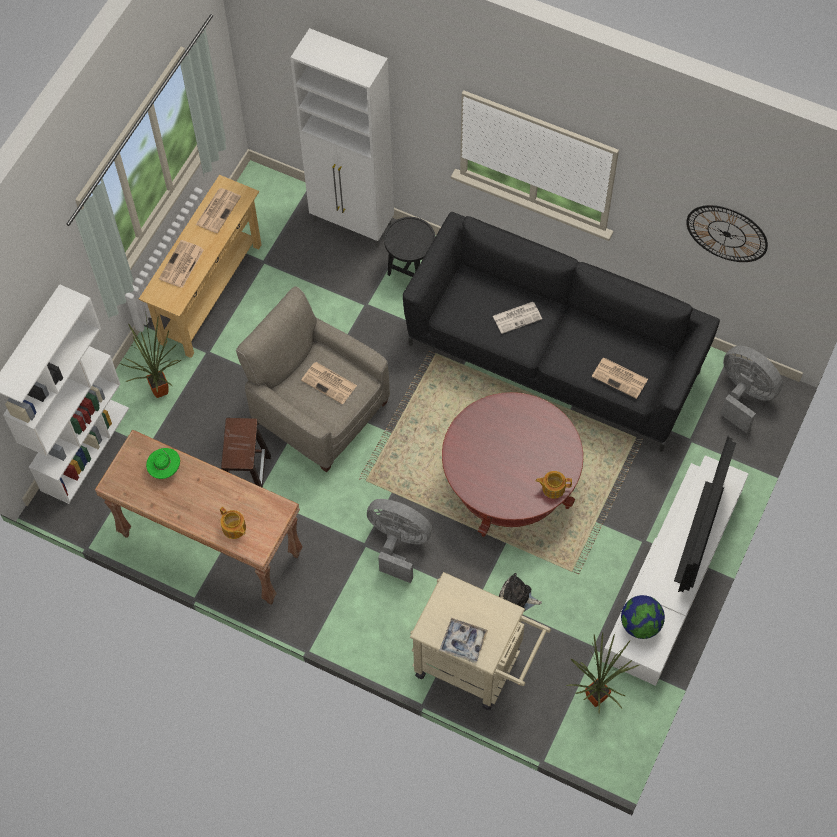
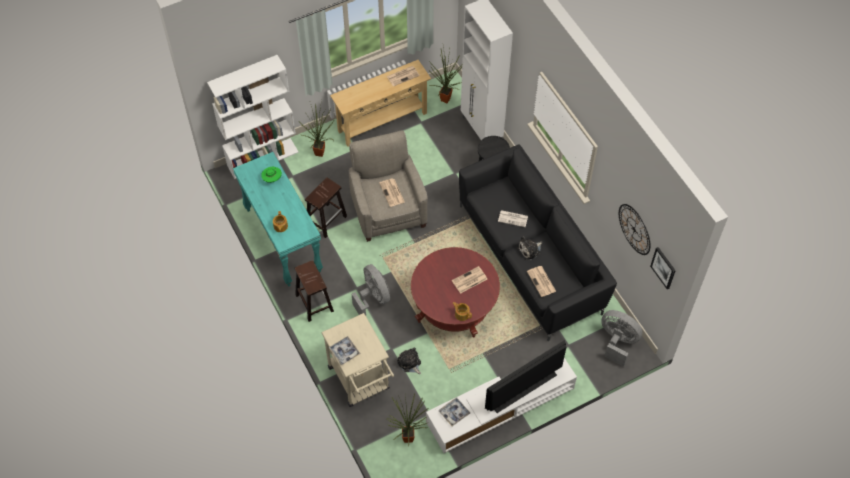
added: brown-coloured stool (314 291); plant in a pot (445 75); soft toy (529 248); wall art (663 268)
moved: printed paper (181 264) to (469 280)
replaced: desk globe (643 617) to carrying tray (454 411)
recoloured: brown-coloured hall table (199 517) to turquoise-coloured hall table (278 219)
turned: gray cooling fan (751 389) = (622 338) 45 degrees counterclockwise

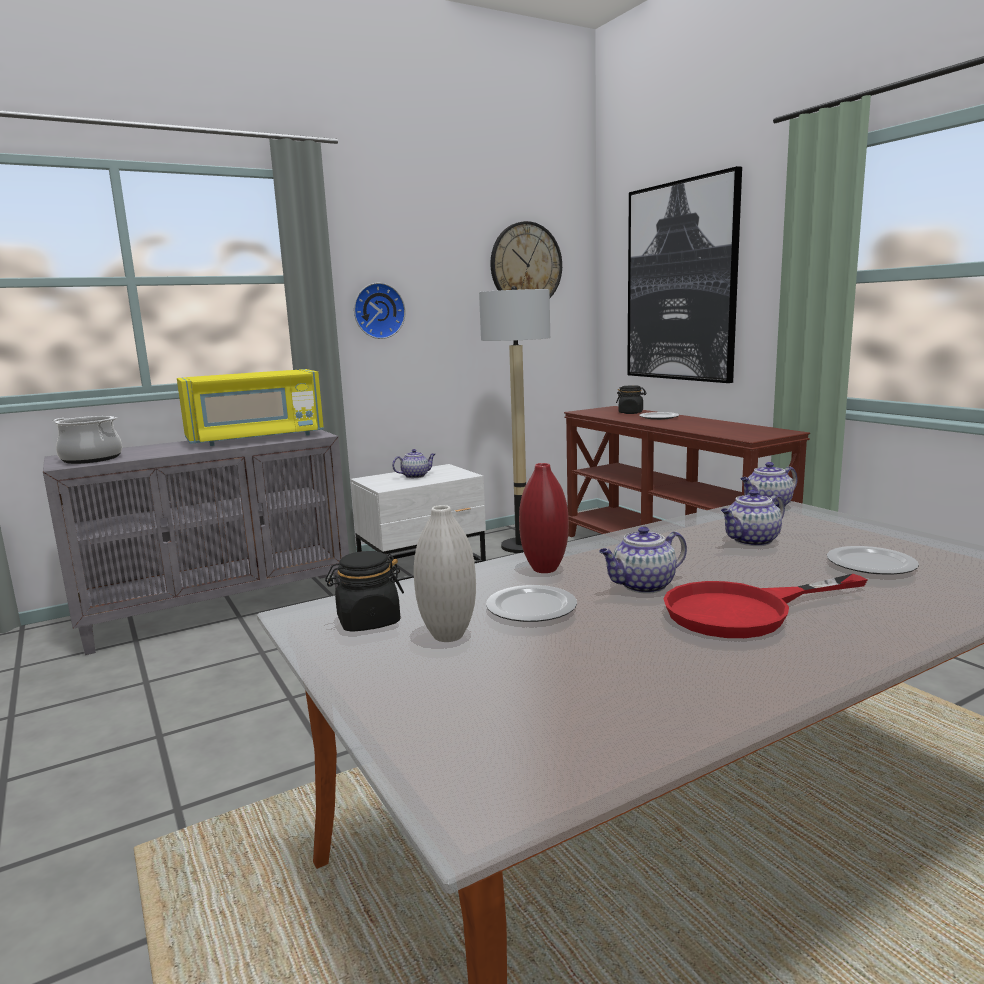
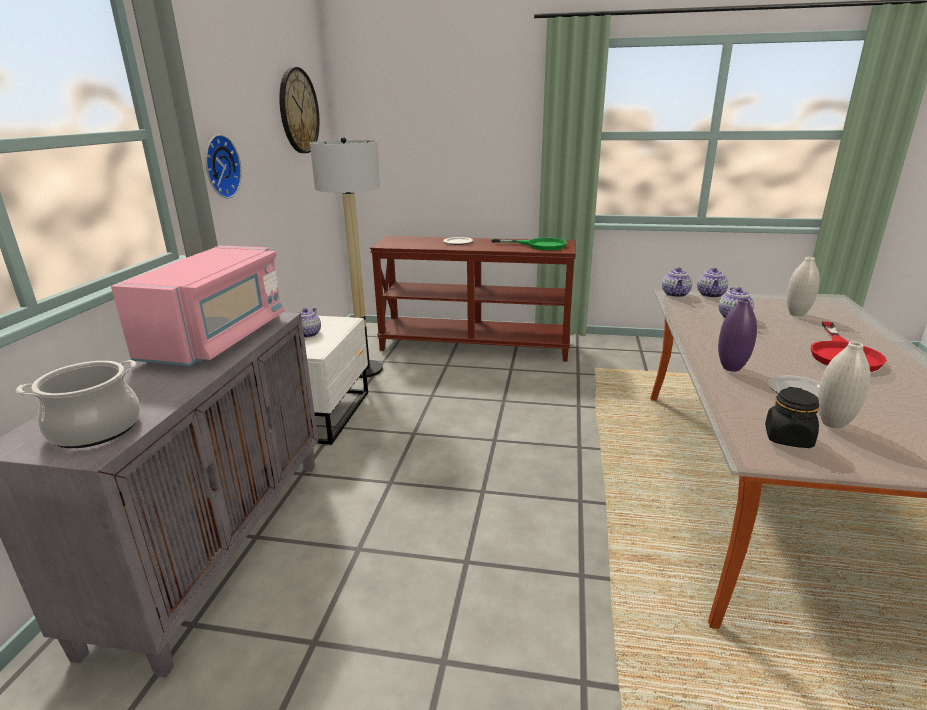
removed: black-coloured storage jar (631 399); wall art (684 274)
added: greenish pan (529 244)
moved: teapot (643 560) to (712 283)
replaced: plate (873 560) to white-coloured decorative vase (803 287)
recoloured: yellow kitchen microwave (250 407) to pink-coloured kitchen microwave (198 305); reddish decorative vase (544 518) to purplish decorative vase (737 335)

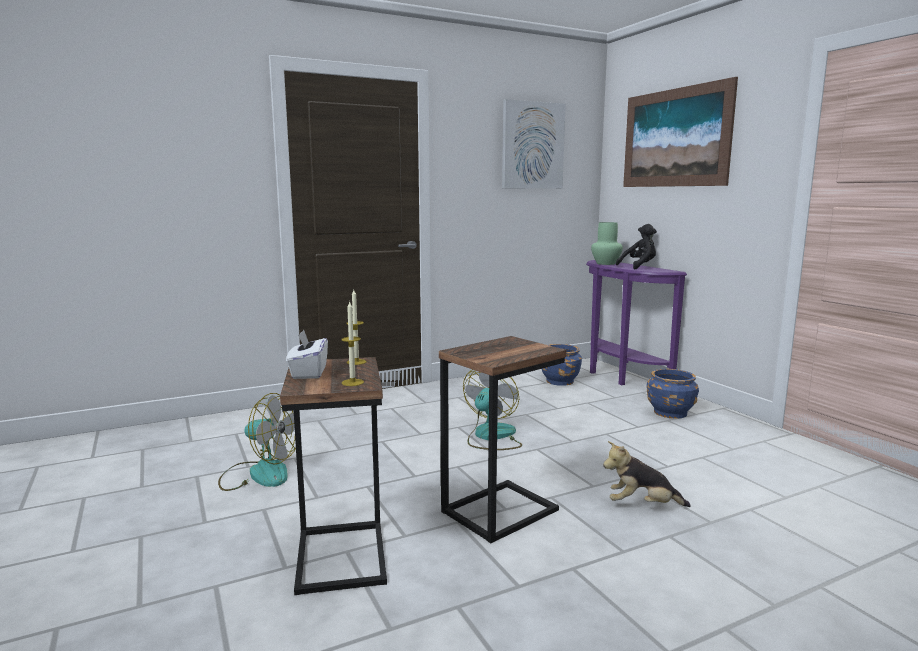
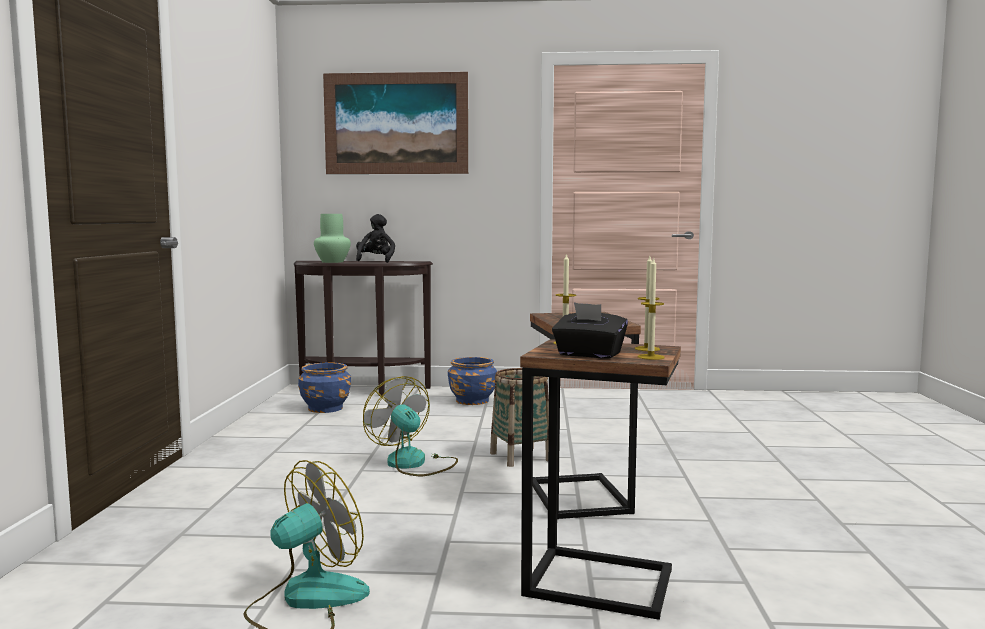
removed: wall art (534 144); soft toy (647 474)
added: household basket (519 417); wax light (651 308)
recoloured: white-coloured tissue holder (307 354) to black-coloured tissue holder (590 330); purplish hall table (636 322) to brown-coloured hall table (363 328)

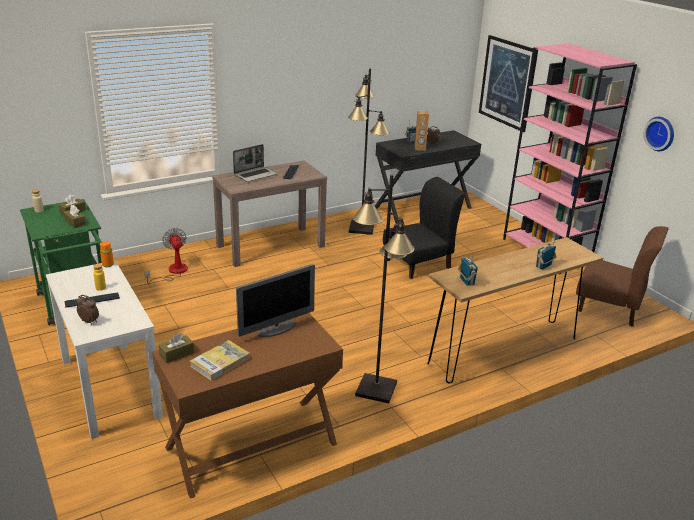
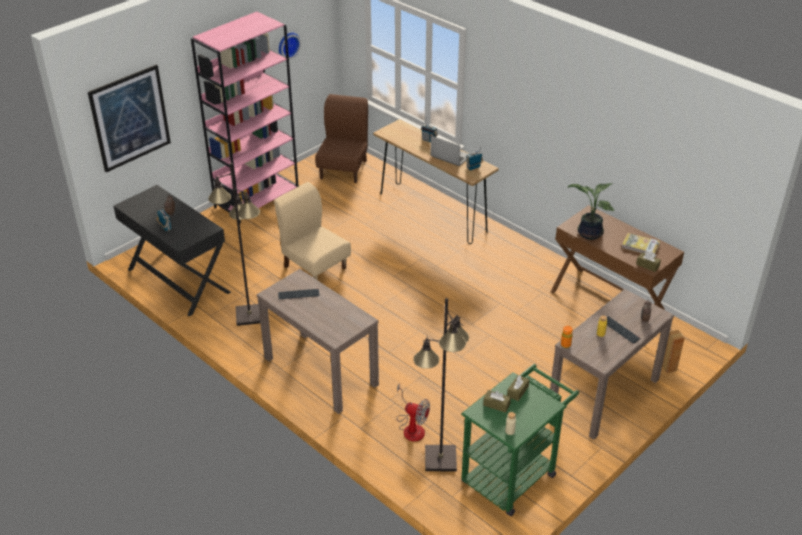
moved: notebook computer (255 163) to (449 151); black-coloured floor lamp (383 289) to (441 385); brown-coloured loudspeaker (421 130) to (673 351)
replaced: computer display (275 300) to plant in a pot (591 211)
recoloured: white-coloured hall table (104 349) to brown-coloured hall table (612 364); black-coloured plain chair (424 228) to sand-coloured plain chair (312 231)
turned: cooling fan (166 256) = (413 412) 120 degrees counterclockwise

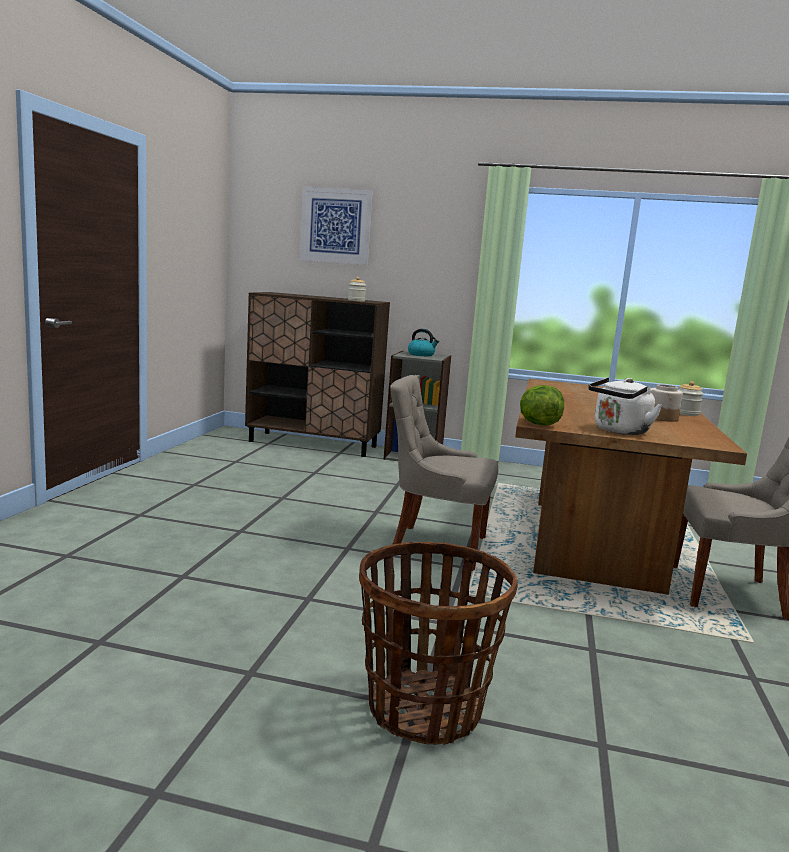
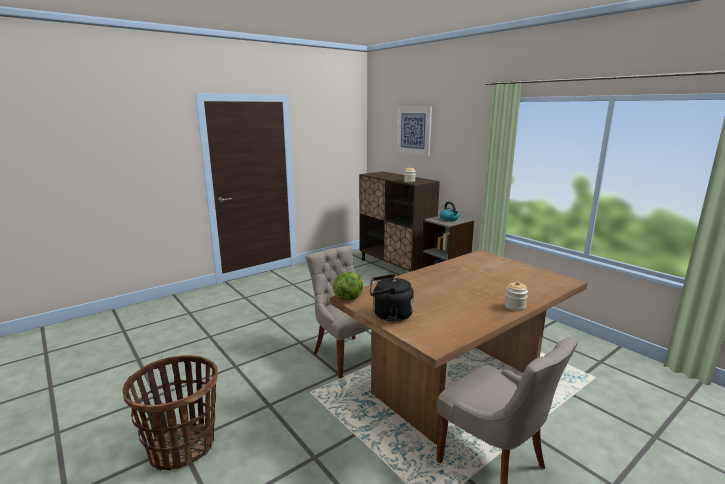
removed: storage jar (667 403)
recoloured: white-coloured tea kettle (625 406) to black-coloured tea kettle (392 298)

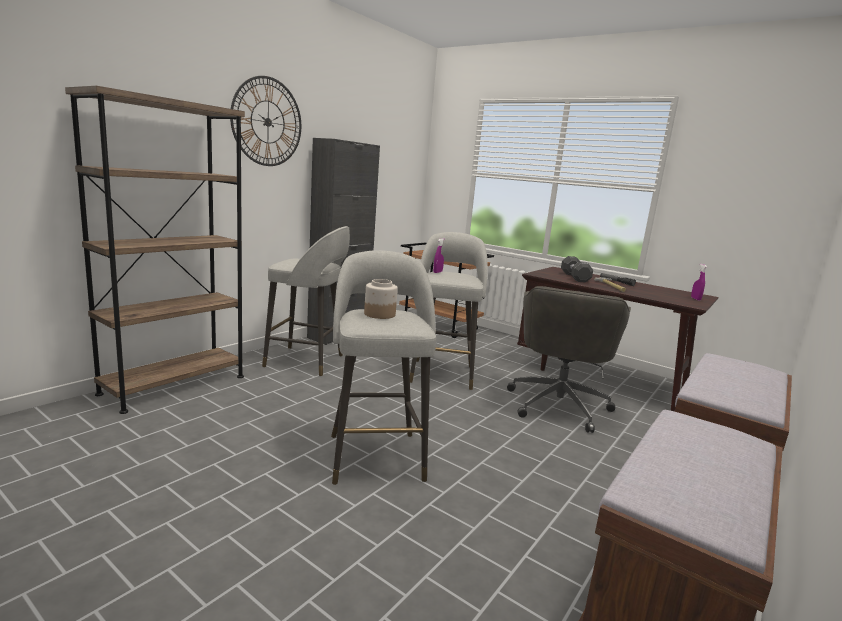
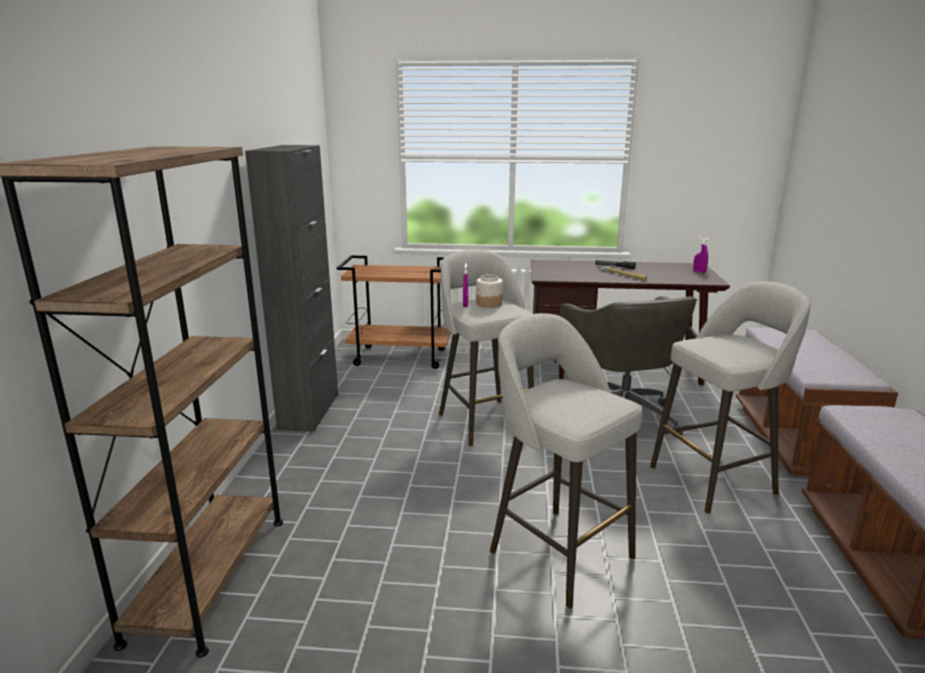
removed: wall clock (265 121); black-coloured dumbbell (577 269)
moved: gray stool (306 301) to (730 397); storage jar (381 299) to (489 291)

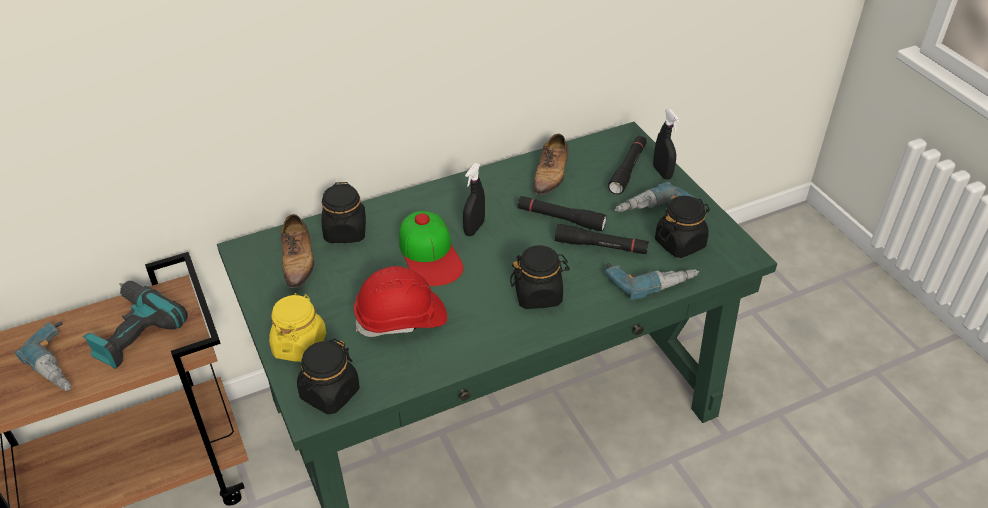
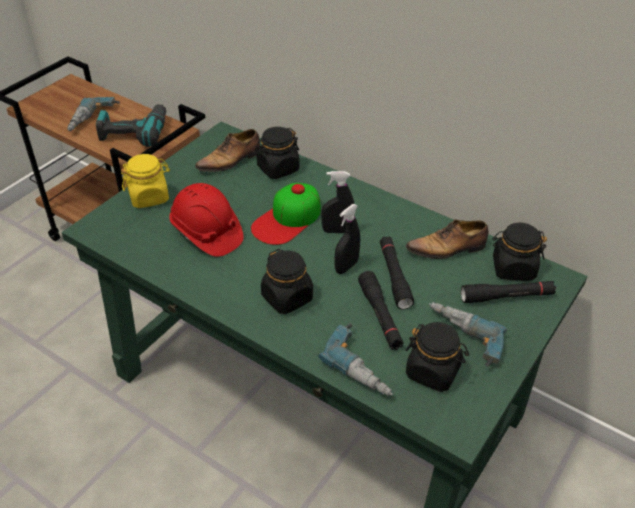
moved: black-coloured storage jar (328 376) to (519 252); black-coloured sprayer (666 144) to (347 239)

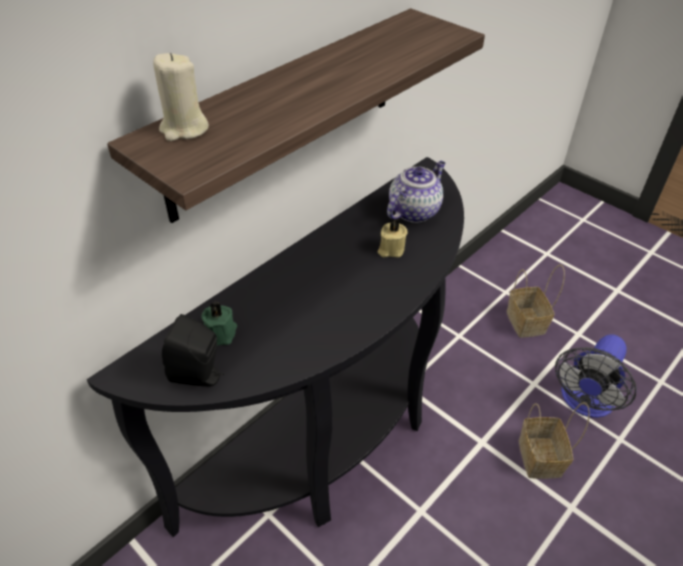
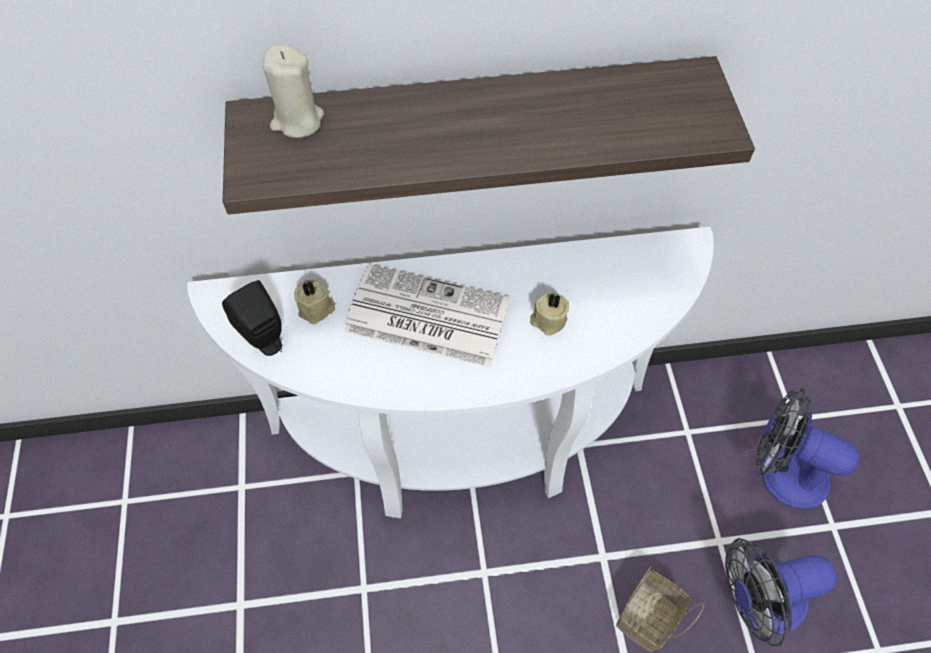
removed: teapot (416 192)
added: printed paper (427 316)
replaced: household basket (536 301) to cooling fan (808 448)
recoloured: black-coloured hall table (275 347) to white-coloured hall table (450 372); greenish wax light (219 324) to sand-coloured wax light (314 302)

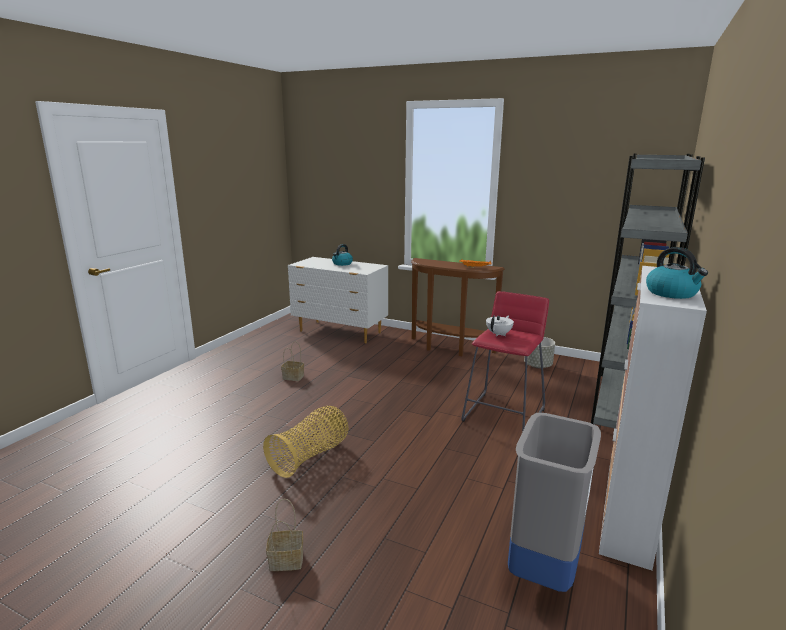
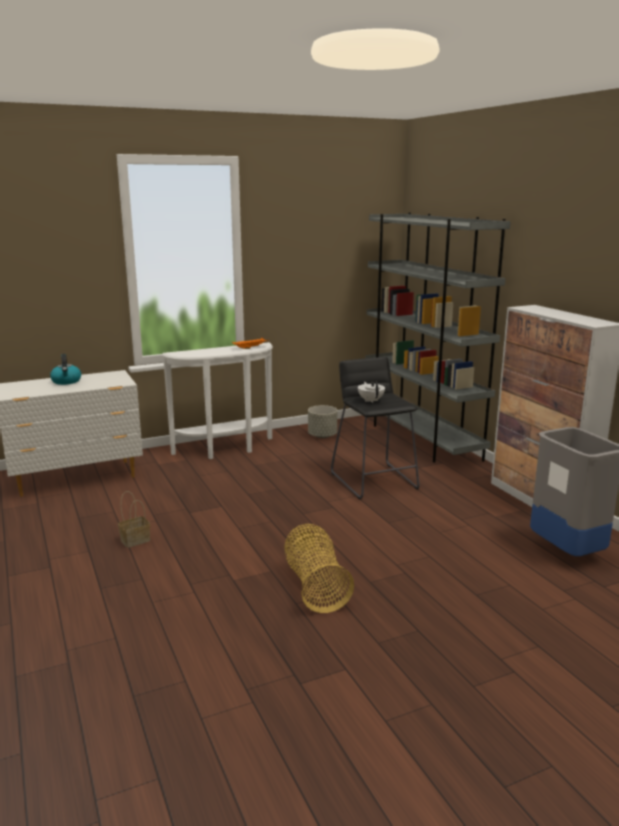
removed: household basket (284 535); tea kettle (677 273)
recoloured: brown-coloured hall table (458 307) to white-coloured hall table (217 400); reddish stool (505 361) to black-coloured stool (375 428)

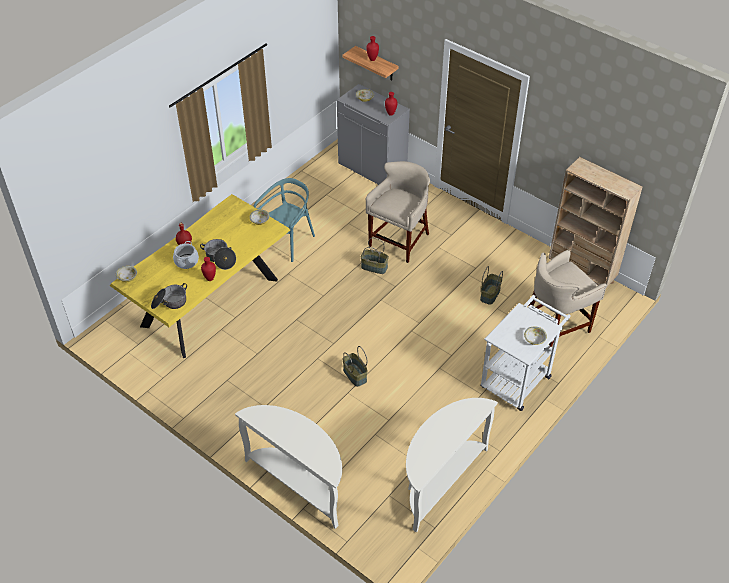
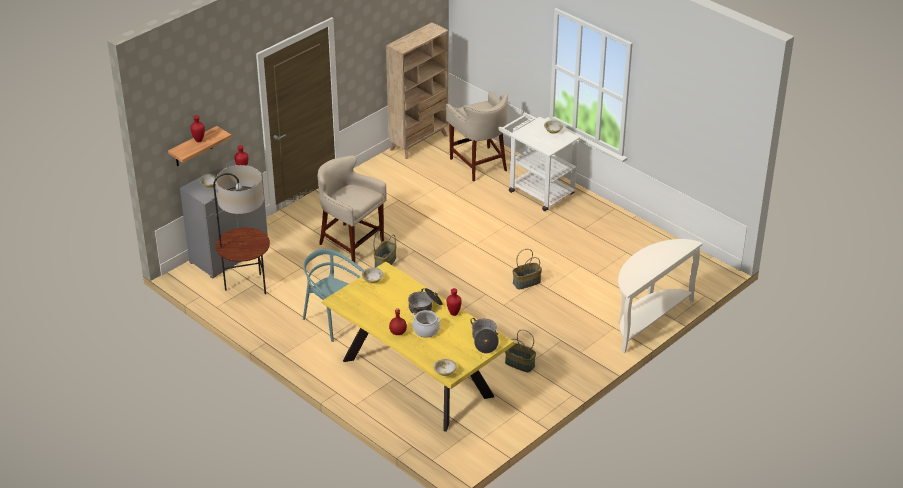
removed: white-coloured hall table (452 465)
added: floor lamp (241 229)
moved: household basket (491 285) to (520 350)

